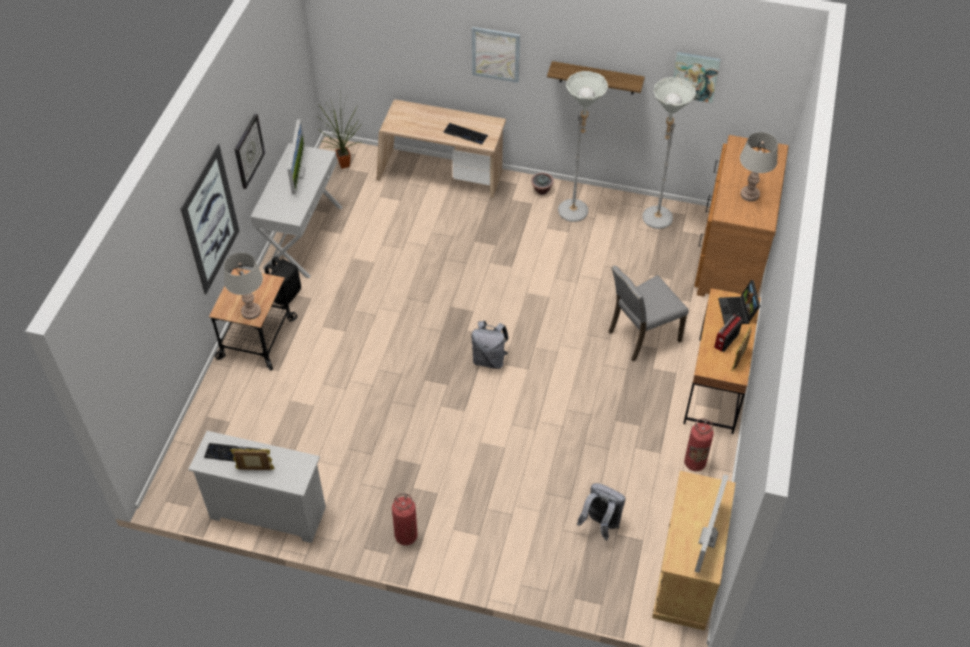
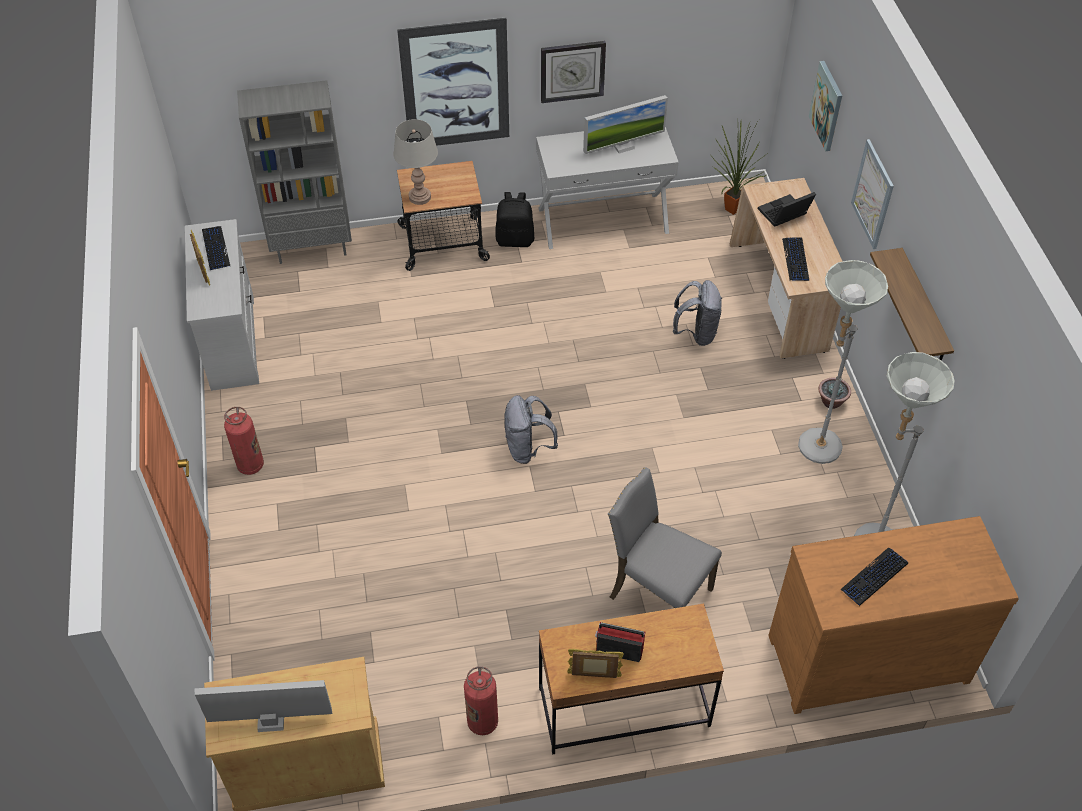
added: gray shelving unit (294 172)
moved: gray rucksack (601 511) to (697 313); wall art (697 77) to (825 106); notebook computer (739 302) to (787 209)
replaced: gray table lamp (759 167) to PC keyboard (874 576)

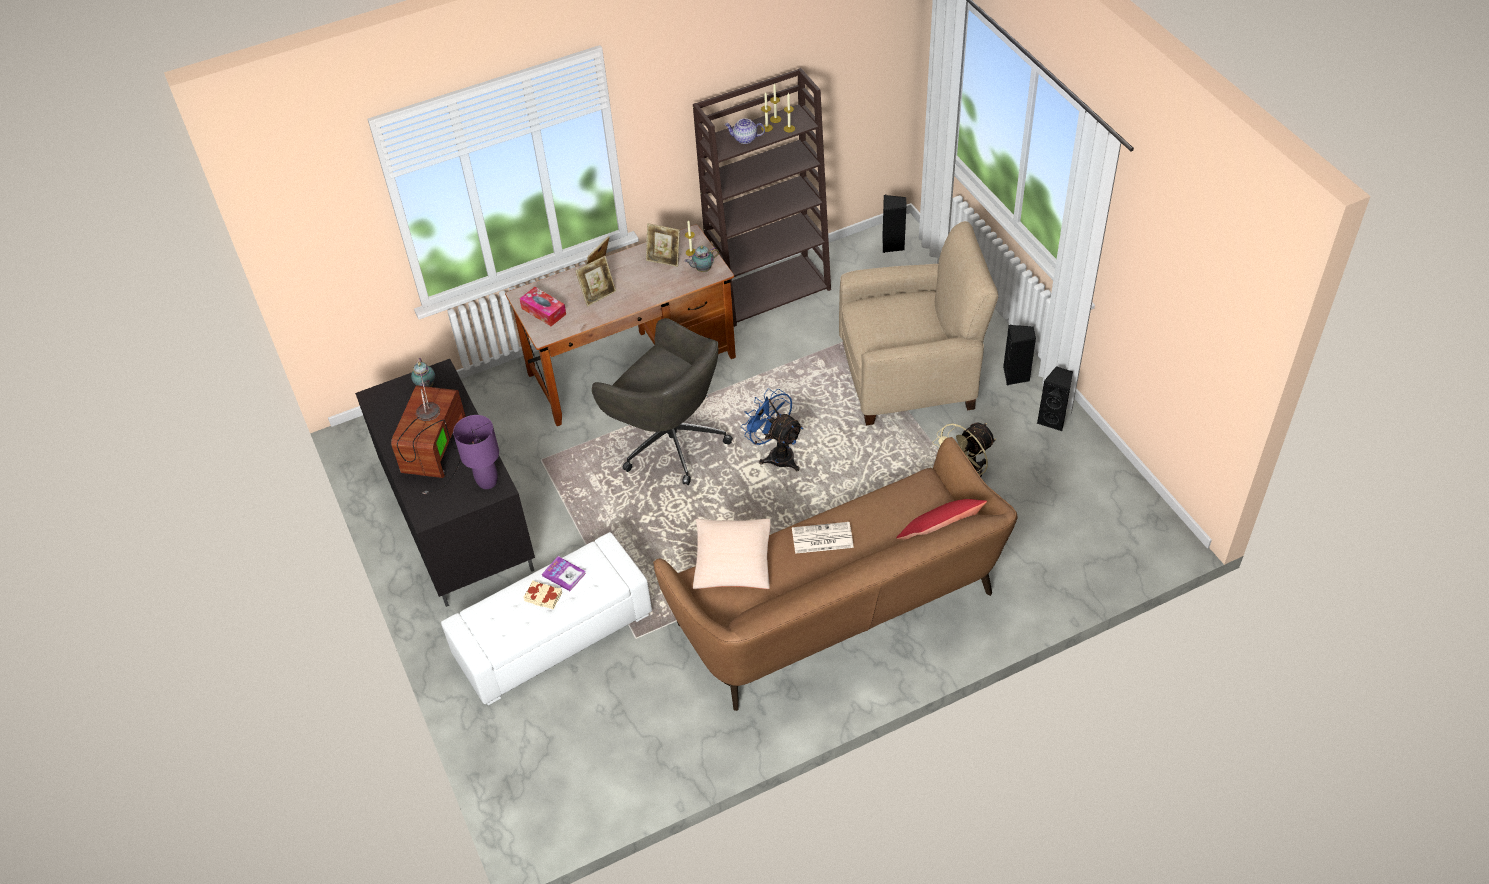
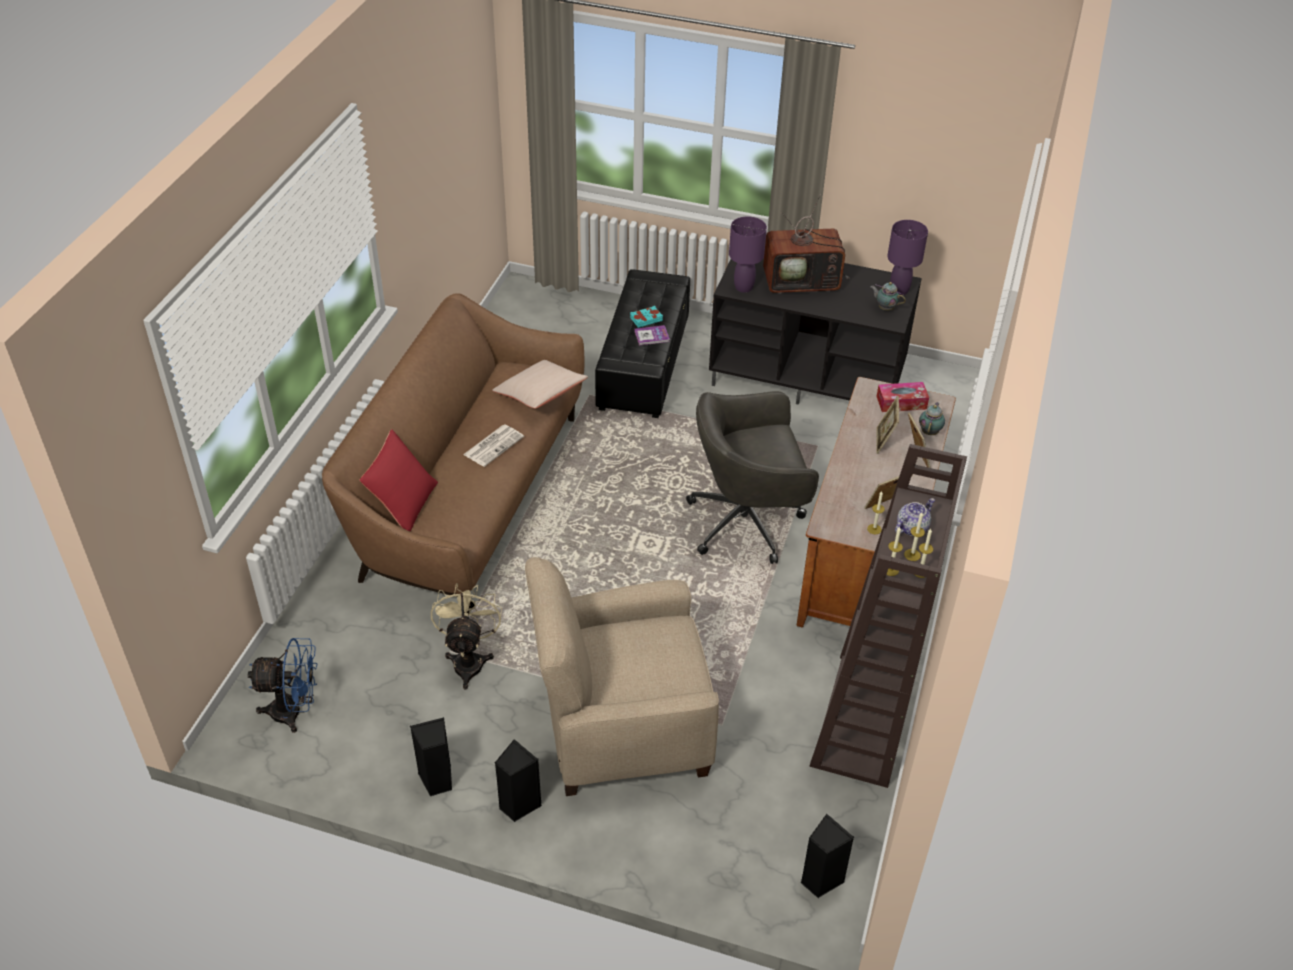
added: purplish table lamp (907 257)
moved: teapot (702 259) to (932 418); bluish cooling fan (772 429) to (283 685)
recoloured: white-coloured footrest (546 618) to black-coloured footrest (642 343); sand-coloured book (543 594) to turquoise-coloured book (646 317)
turned: TV (432 427) = (806 244) 120 degrees clockwise; sand-coloured armchair (918 323) = (622 676) 45 degrees clockwise

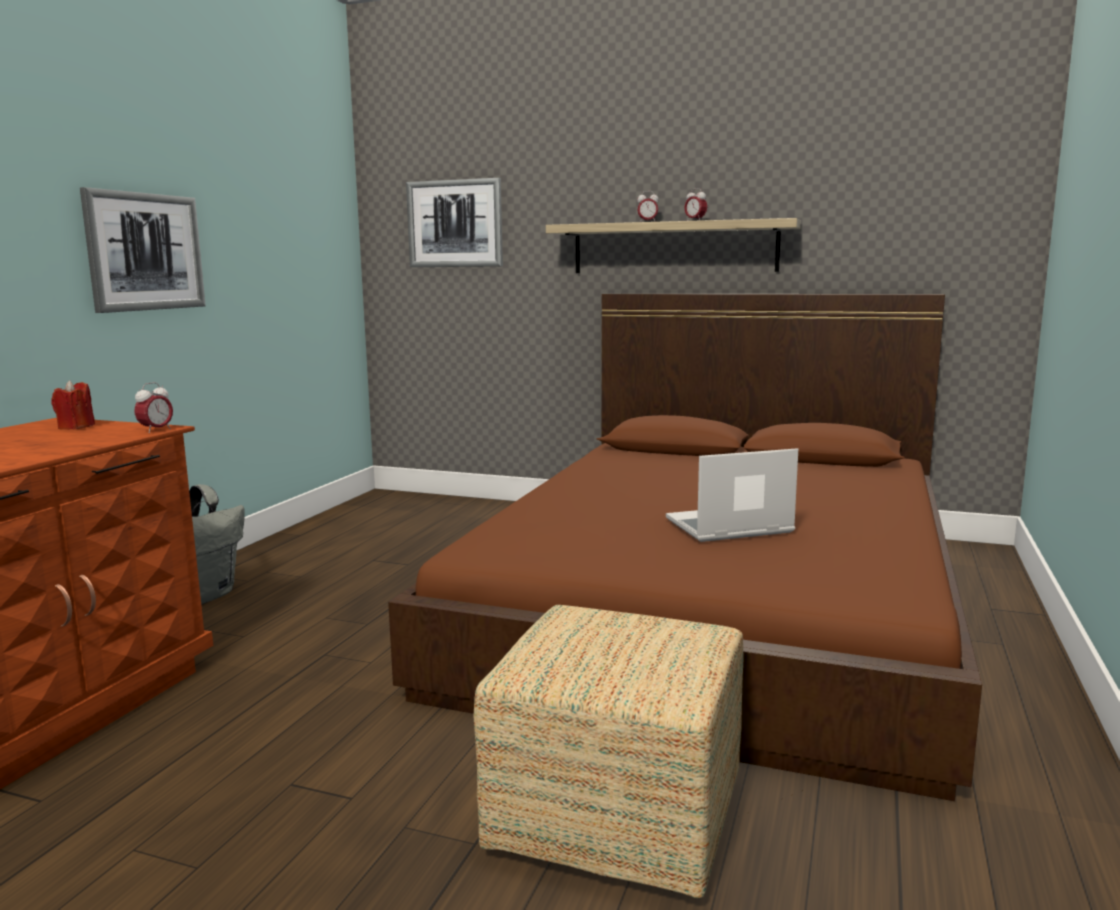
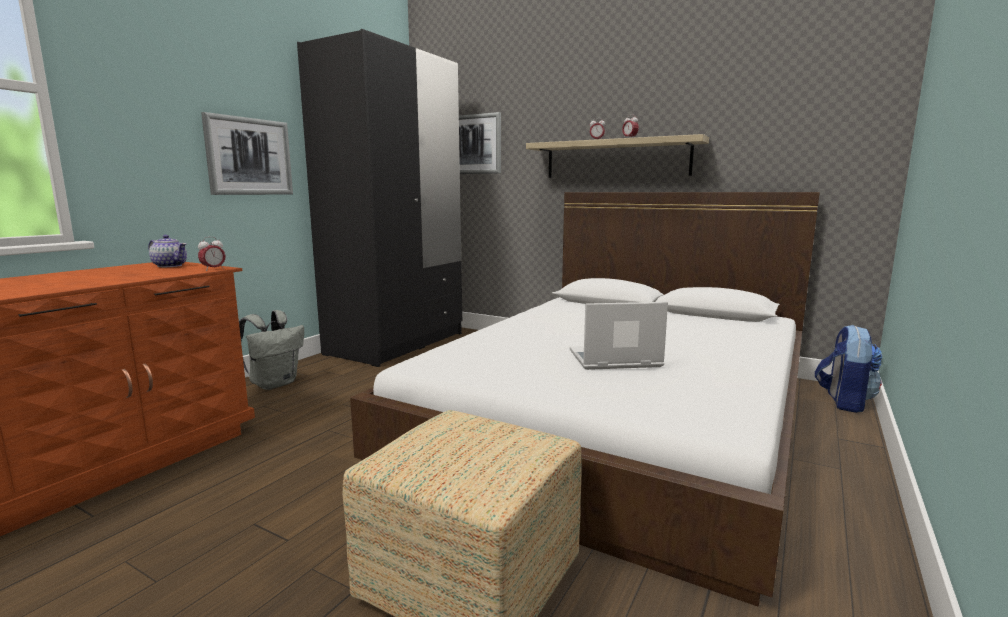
added: black-coloured clothes cupboard (379 198); rucksack (848 369)
replaced: reddish wax light (73 405) to teapot (167 251)
recoloured: brown-coloured bedroom bed (685 547) to white-coloured bedroom bed (585 399)

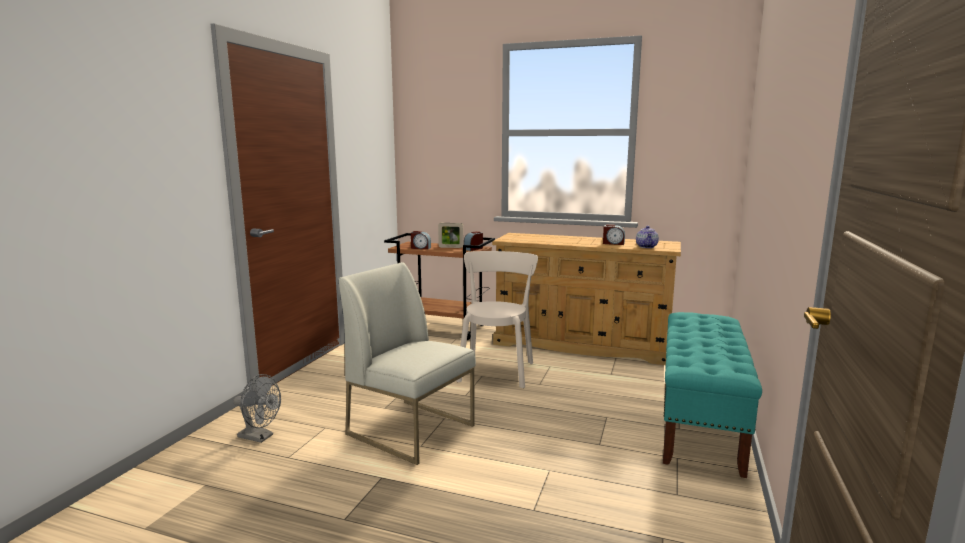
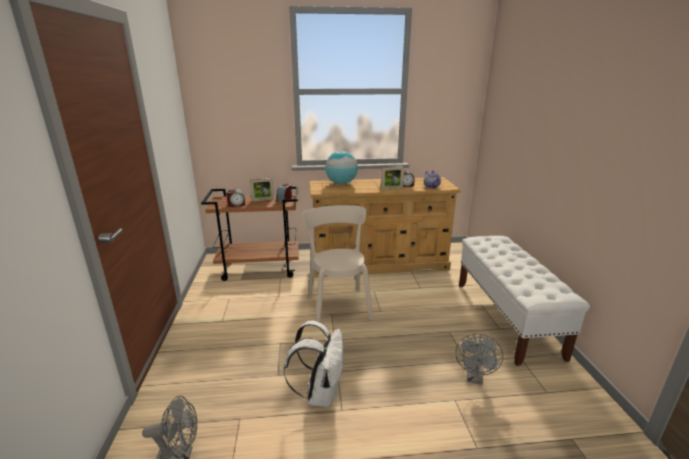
added: desk globe (341 167); photo frame (392 178); gray cooling fan (479 359)
replaced: white-coloured plain chair (407 363) to white-coloured rucksack (314 364)
recoloured: turquoise-coloured bench (712 395) to white-coloured bench (524 301)

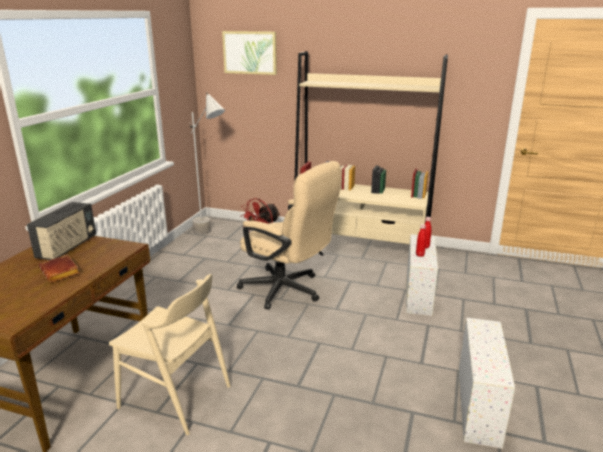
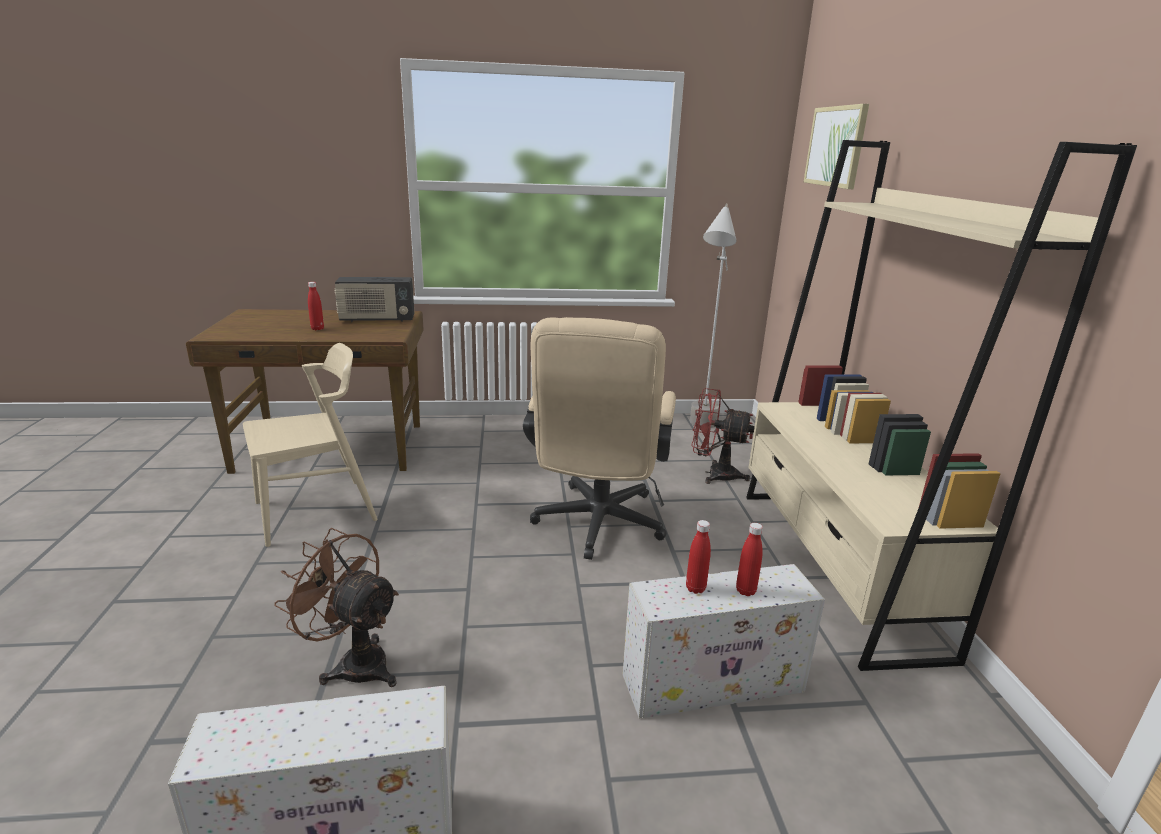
added: brown-coloured cooling fan (336 607)
replaced: brown-coloured book (59 269) to reddish bottle (316 306)
turned: sand-coloured plain chair (170 354) = (310 445) 120 degrees counterclockwise

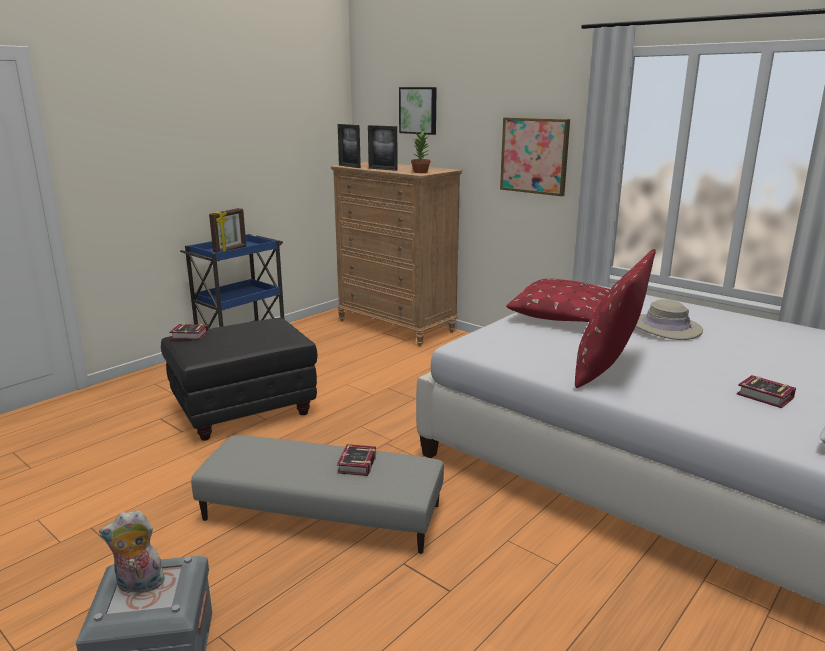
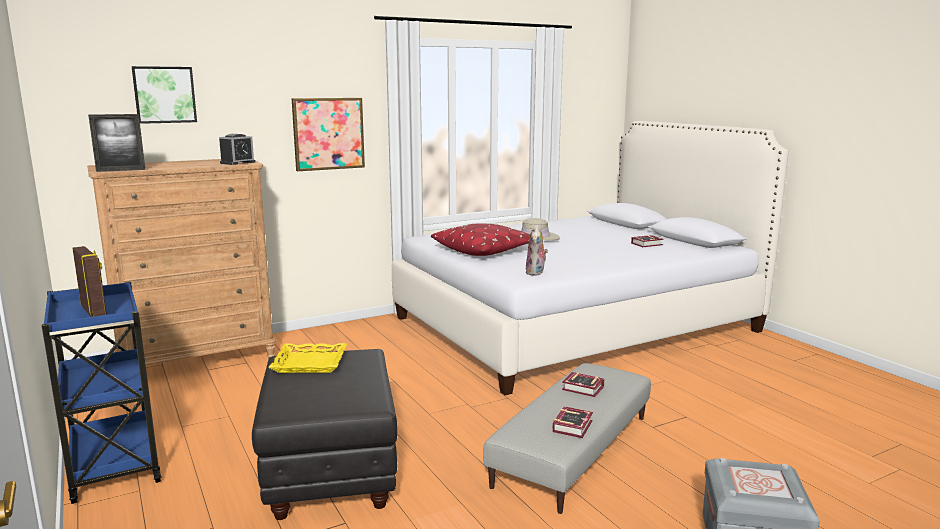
removed: photo frame (383 148); reddish throw pillow (615 318)
added: yellow carrying tray (307 358)
moved: soft toy (132 551) to (537 250); book (189 332) to (572 422)
replaced: plant in a pot (421 152) to bedside clock (237 149)

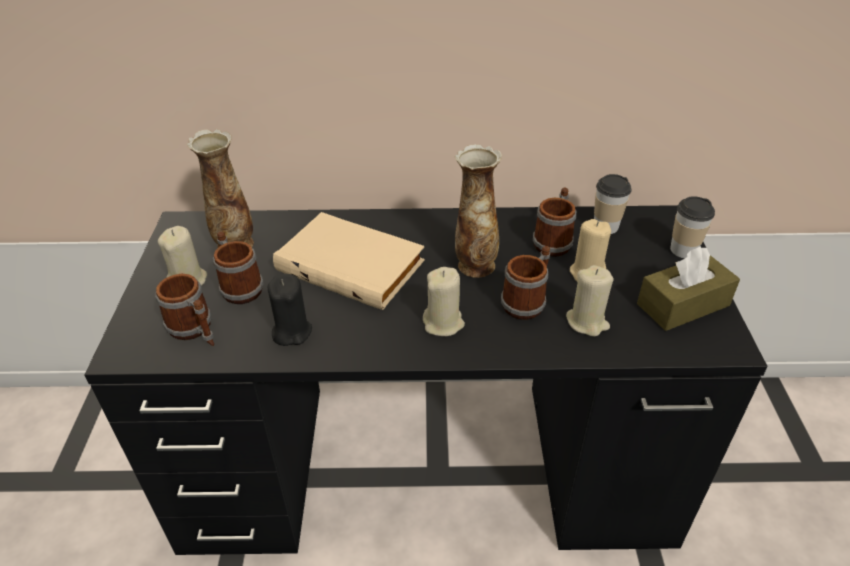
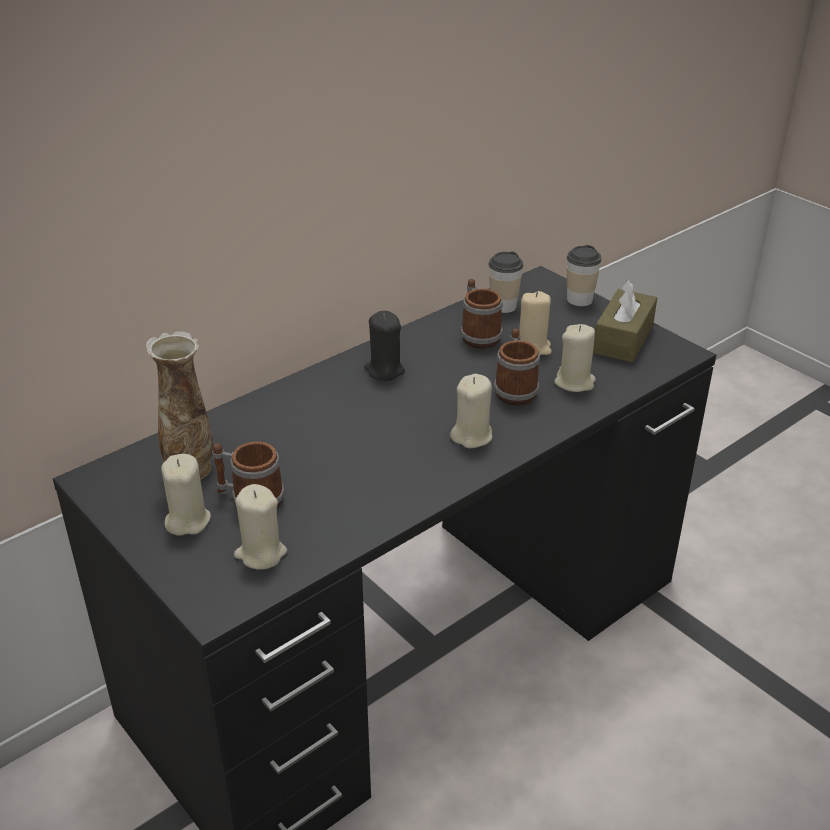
removed: sand-coloured book (349 261); decorative vase (478 211)
moved: black-coloured wax light (289 310) to (384 346)
replaced: tea mug (184 310) to sand-coloured wax light (260 527)

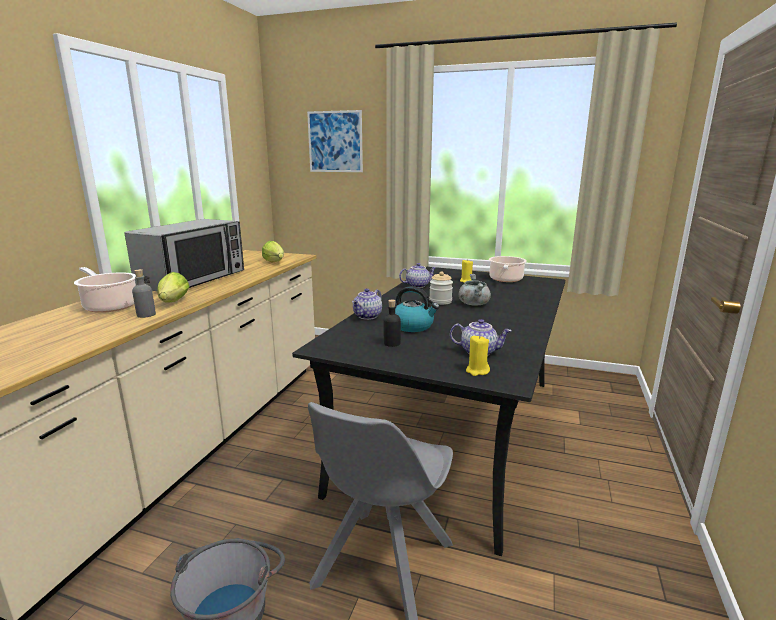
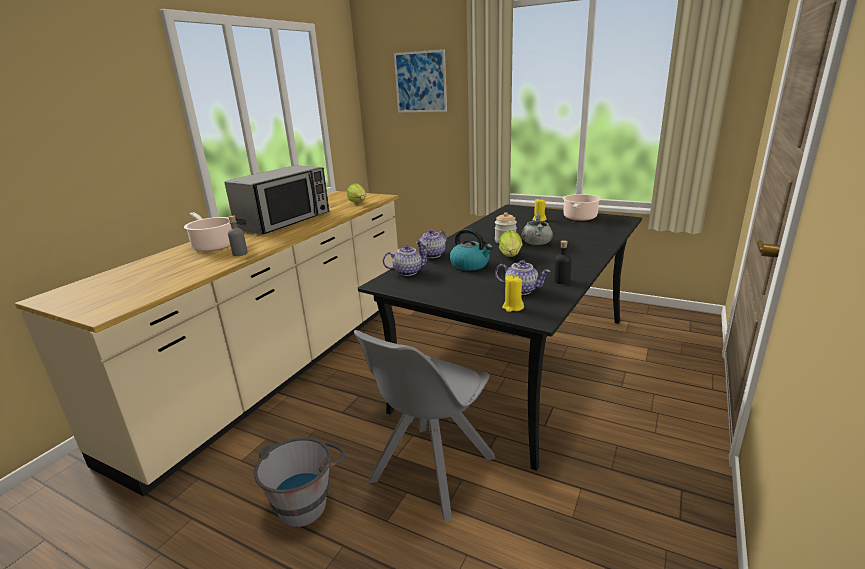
moved: head of lettuce (173 287) to (511 243); black-coloured bottle (392 323) to (562 262); teapot (417 275) to (407 260)

